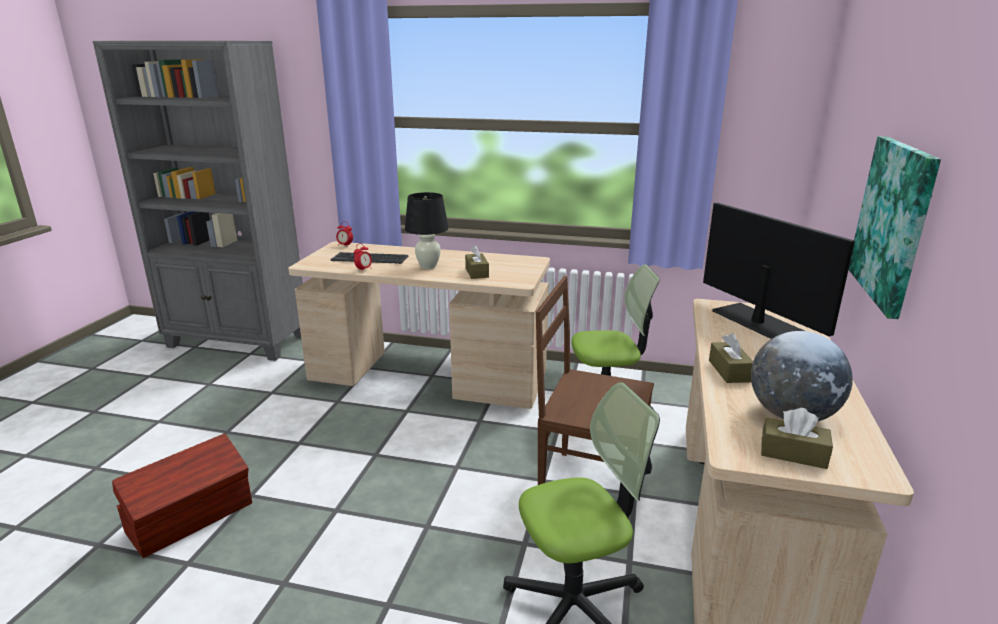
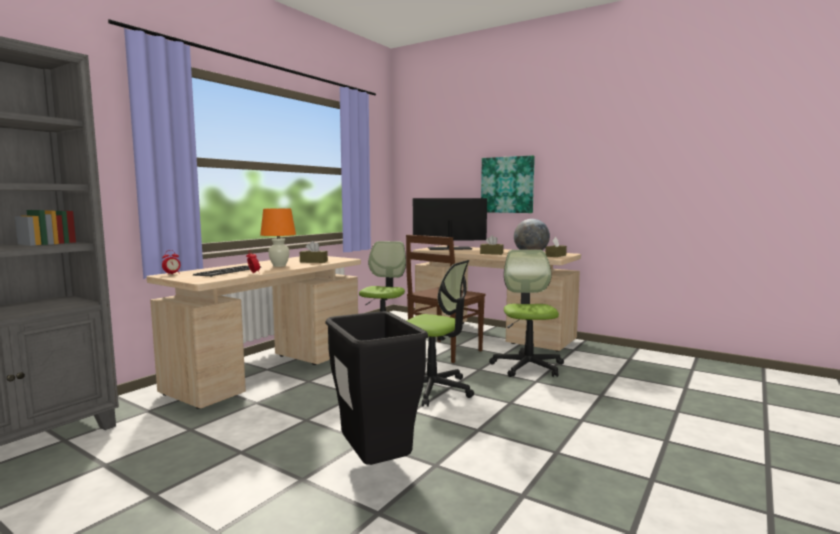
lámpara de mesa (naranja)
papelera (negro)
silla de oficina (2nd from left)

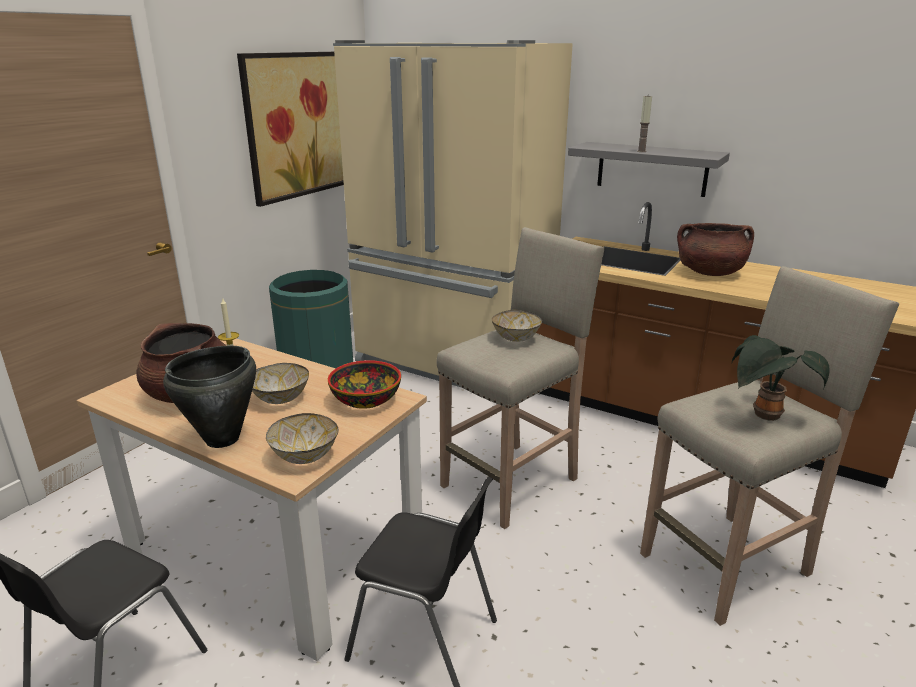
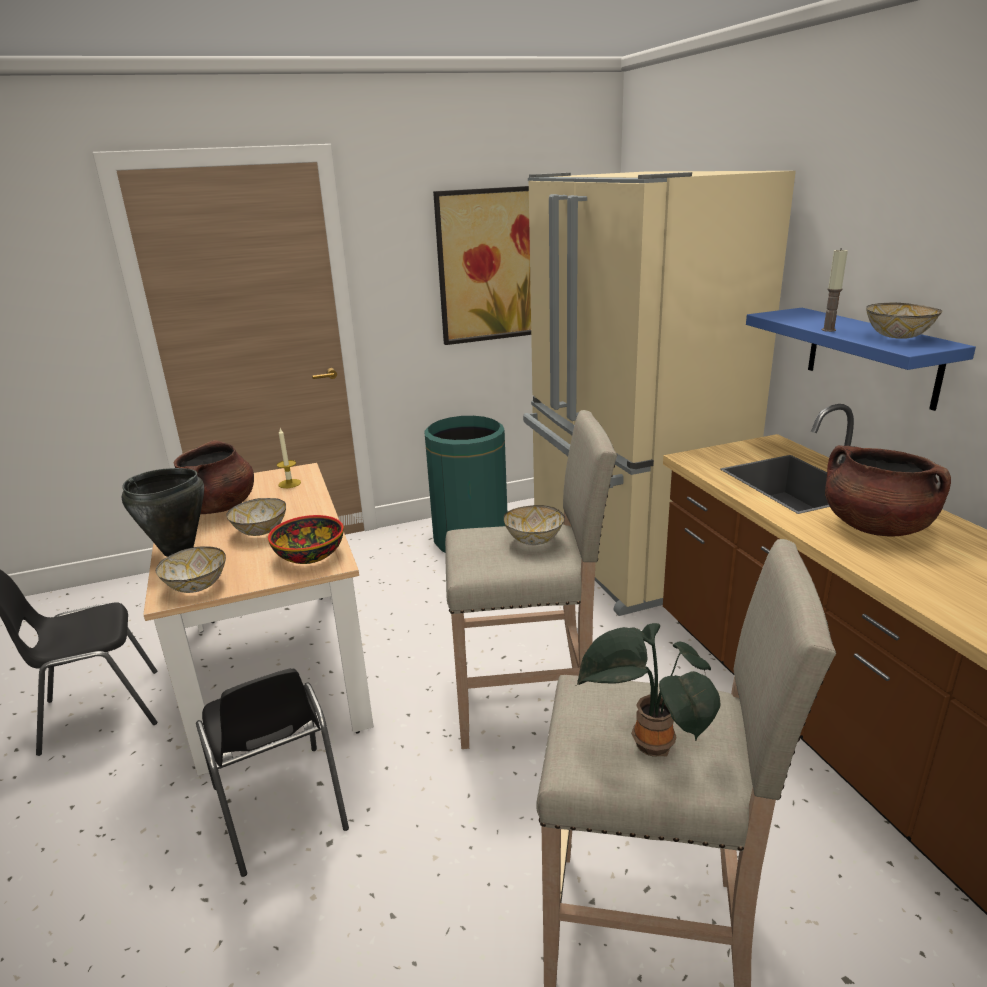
estante (azul)
cuenco (5th from left)

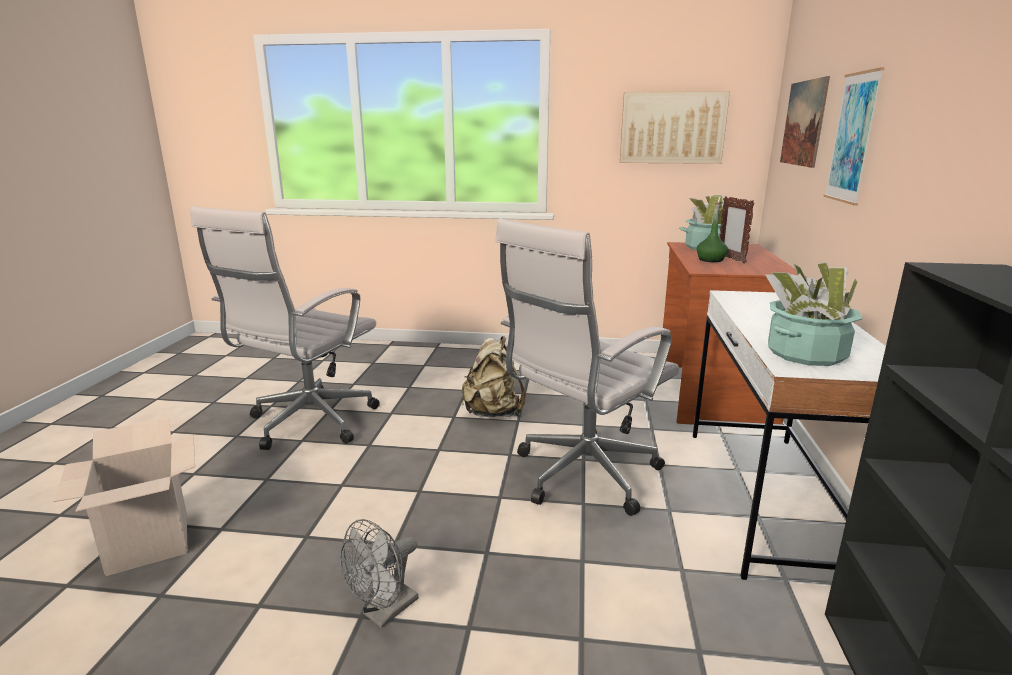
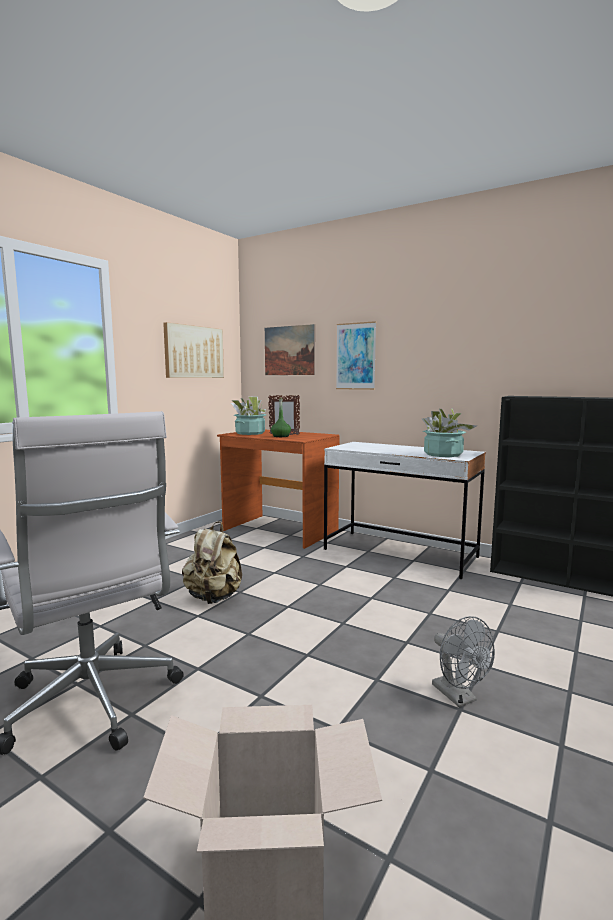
silla de oficina (blanco) (2nd from left in the first image)

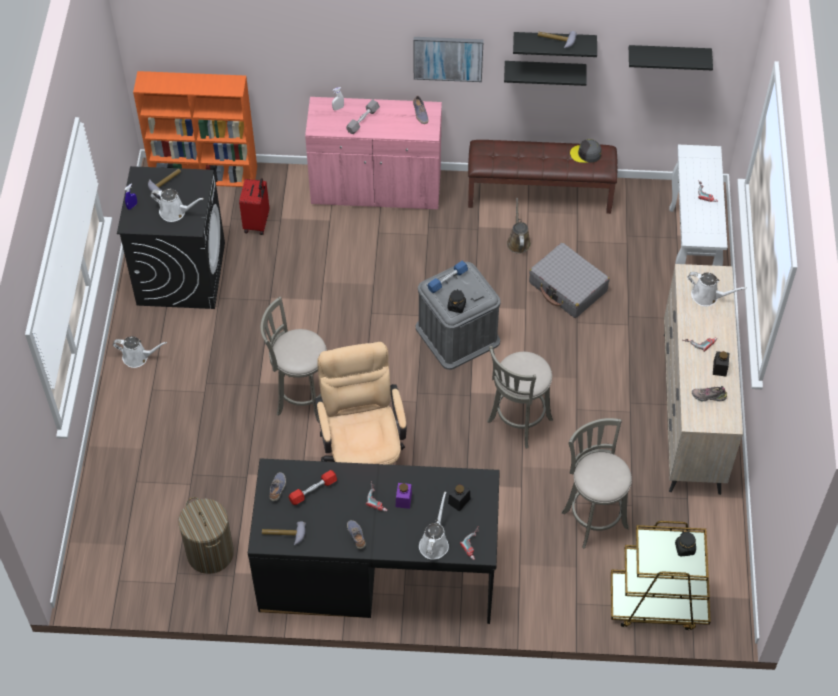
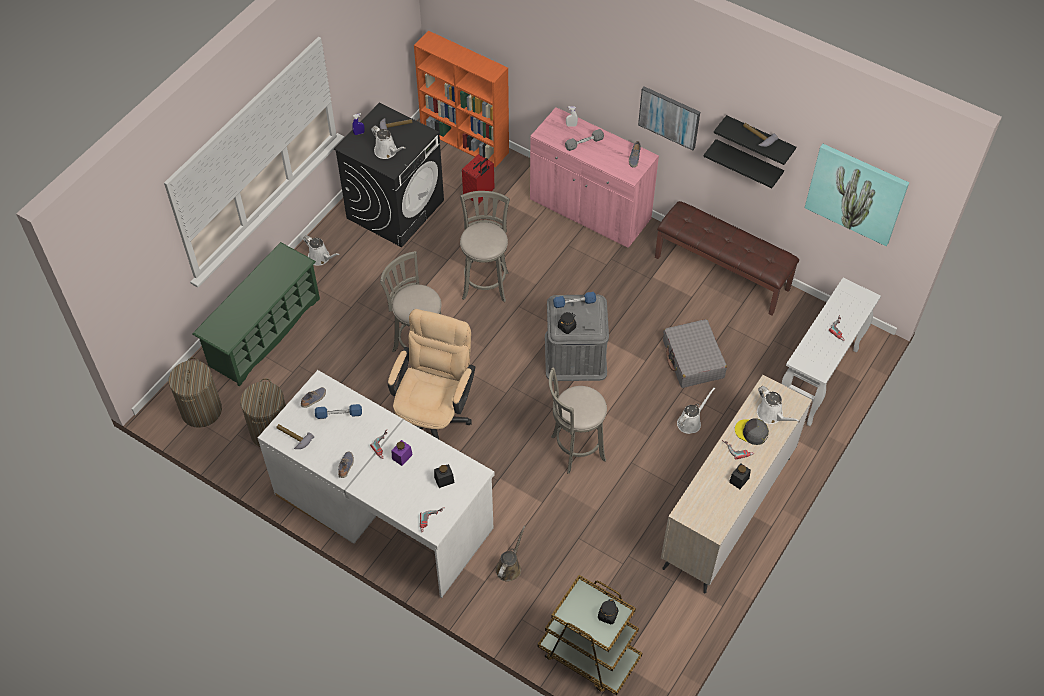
cuadro (2nd from left)
gorra (gris)
regadera (marrón)
zapato (4th from left in the first image)
taburete (gris) (2nd from left)
escritorio (blanco)
mancuerna (azul) (1st from left)
regadera (blanco) (3rd from left)
zapatero (verde)
cesto de la ropa (1st from left)

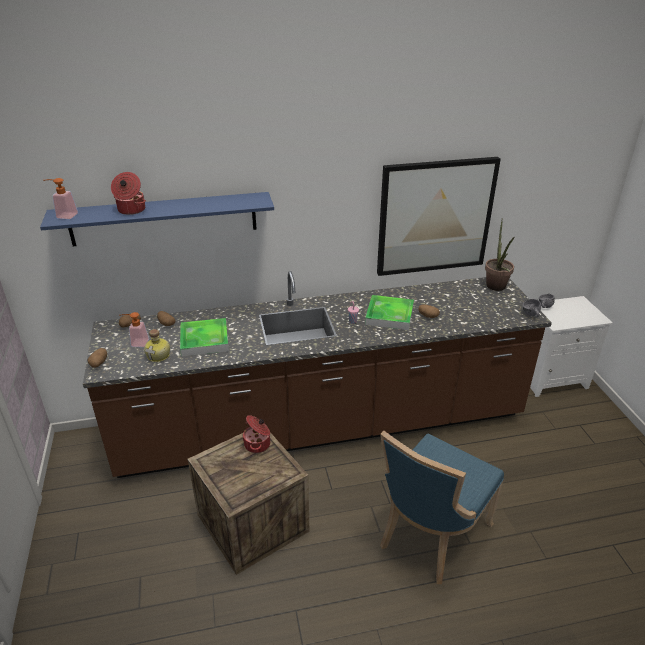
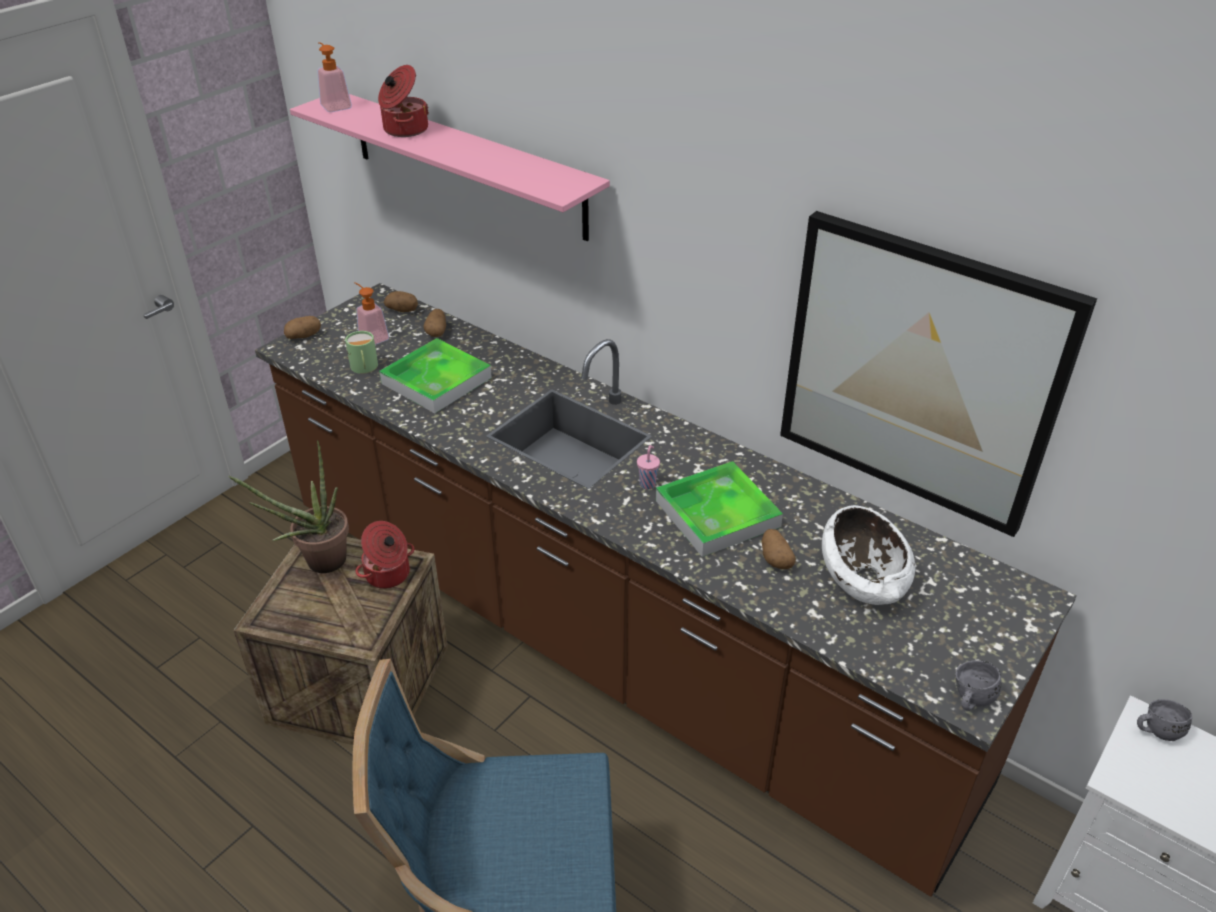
estante (rosa)
planta en maceta
taza grande (verde)
cuenco (blanco)

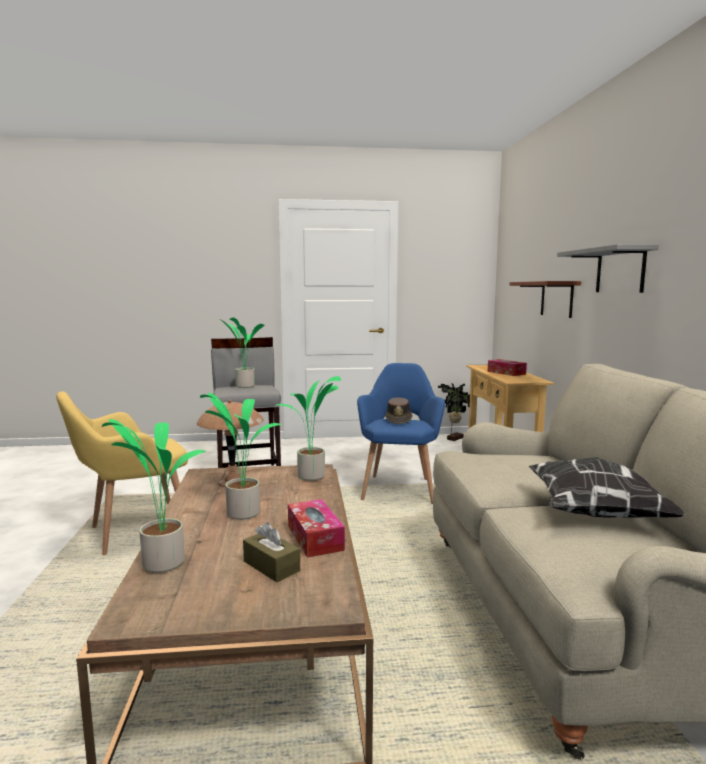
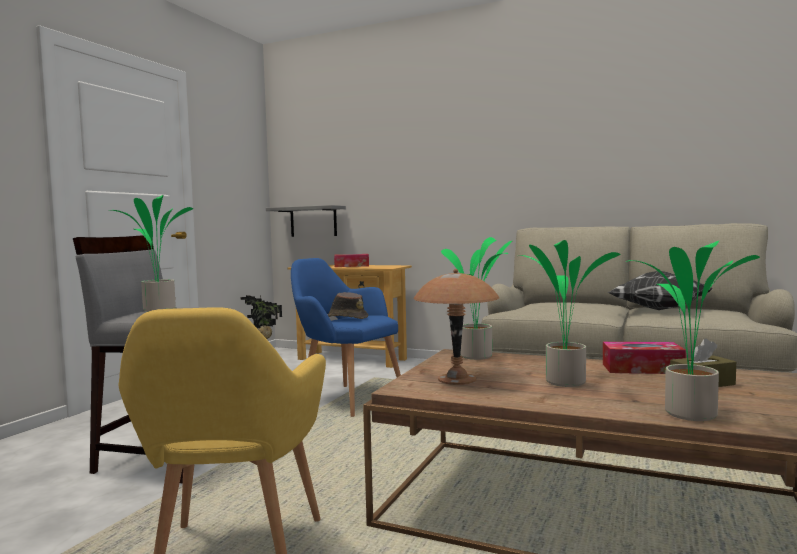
estante (gris)
estante (marrón)

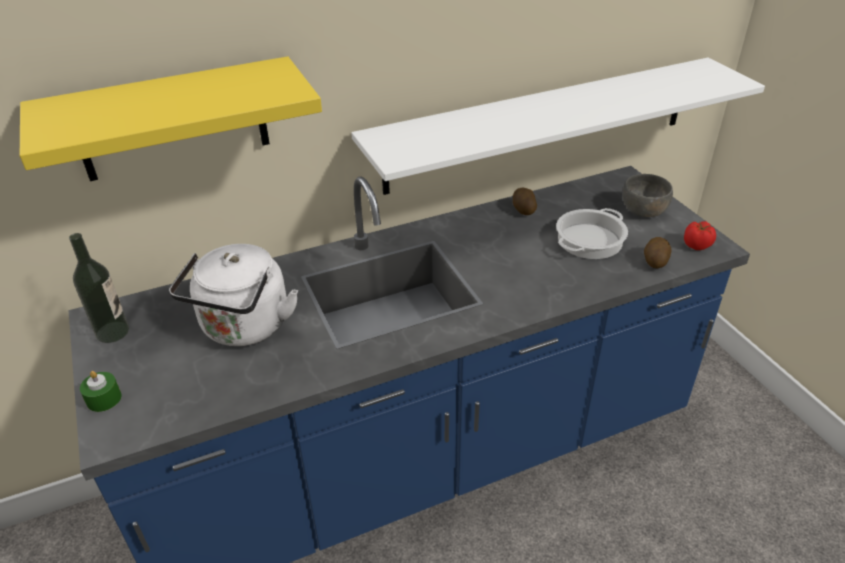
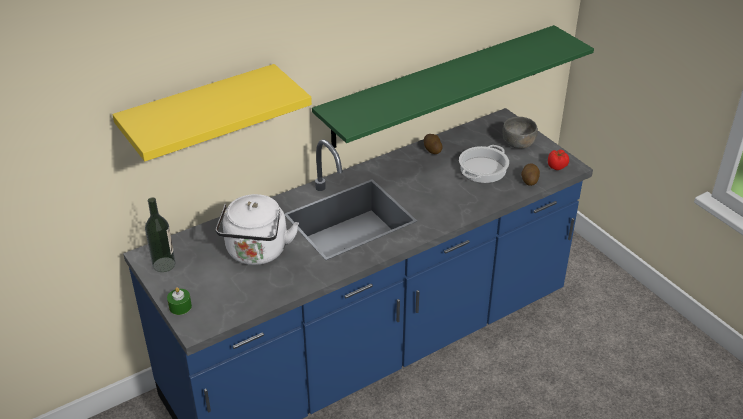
estante (verde)

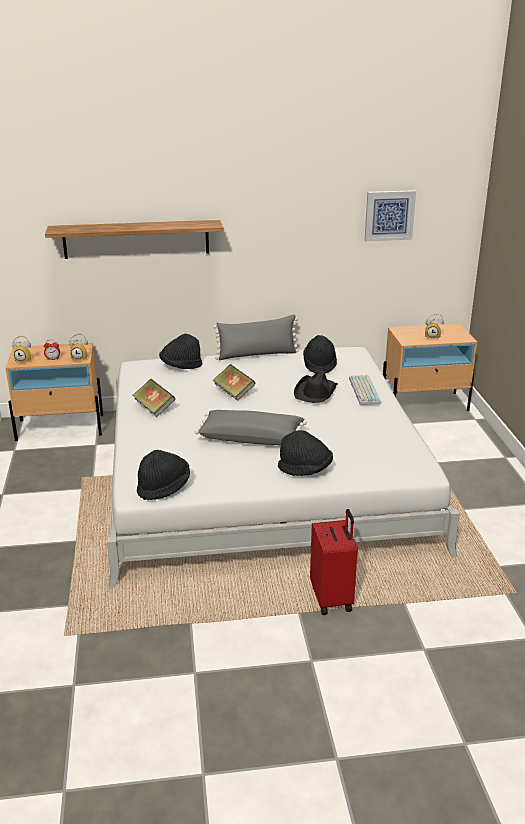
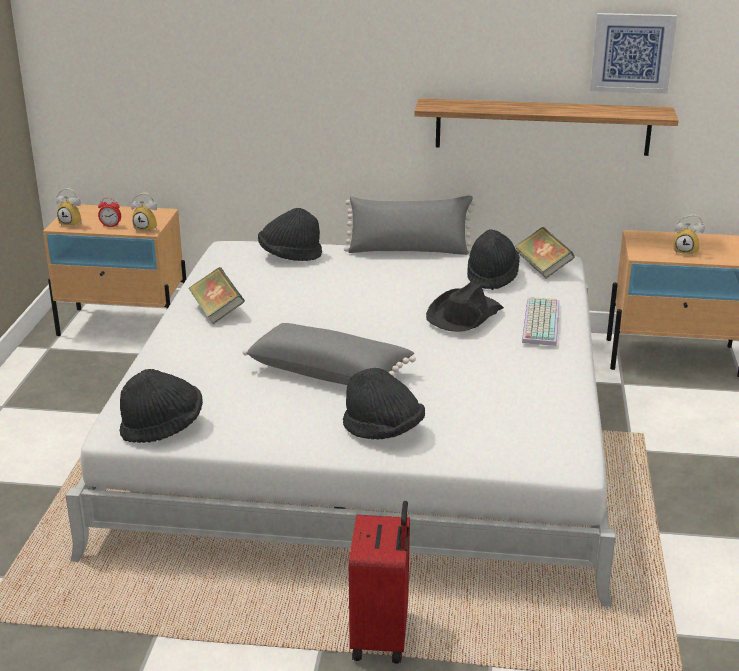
estante
libro (2nd from left)

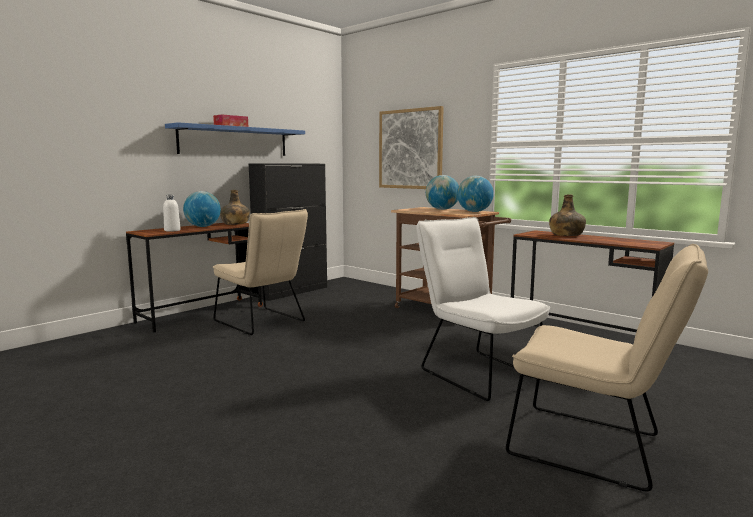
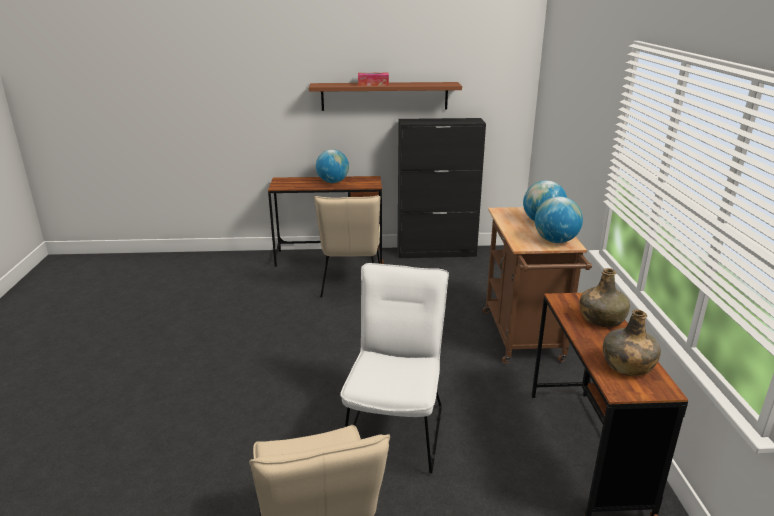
cuadro
estante (marrón)
botella (verde) (2nd from left)
botella (blanco)

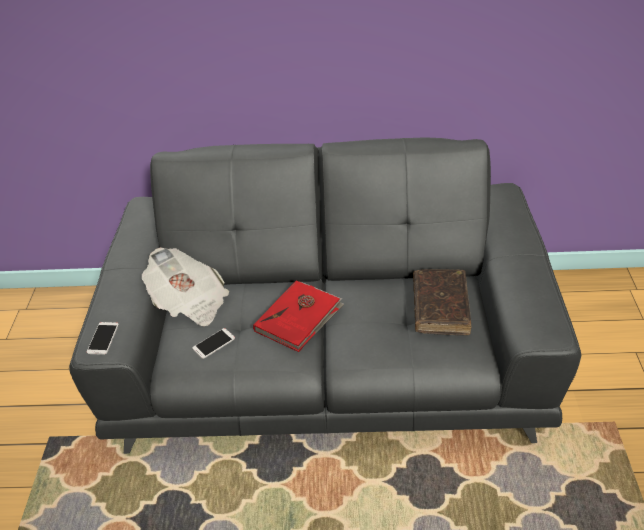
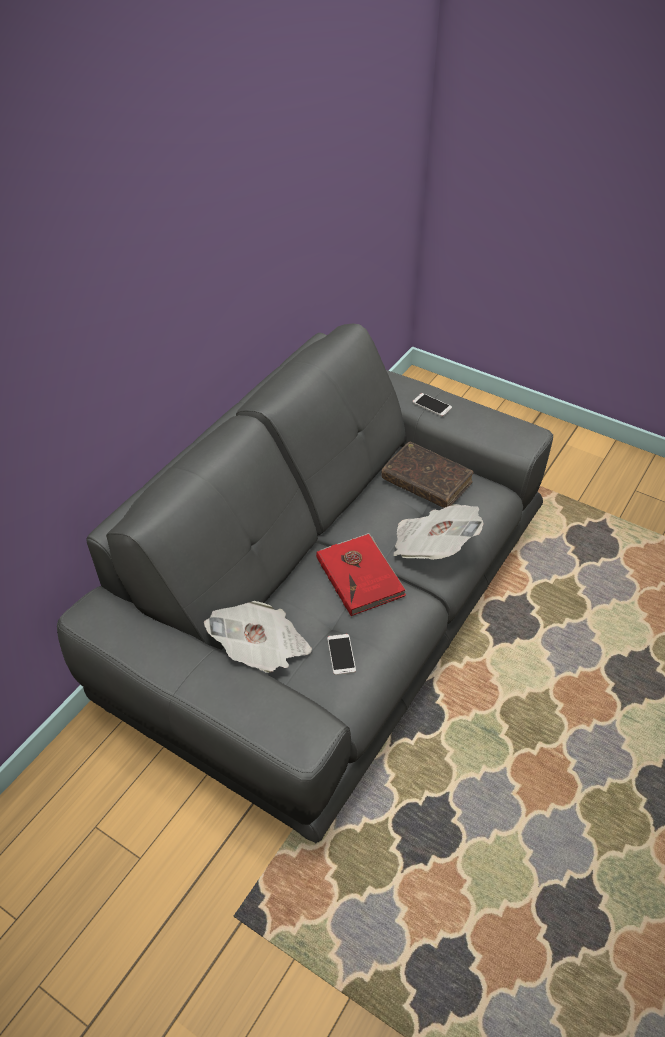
móvil (2nd from left)
periódico (2nd from left)

